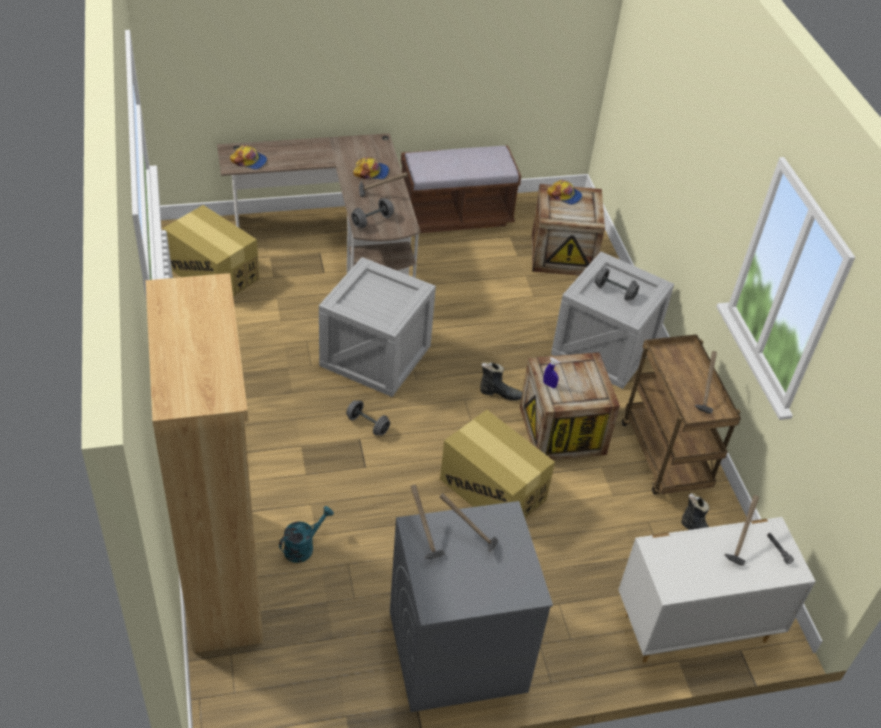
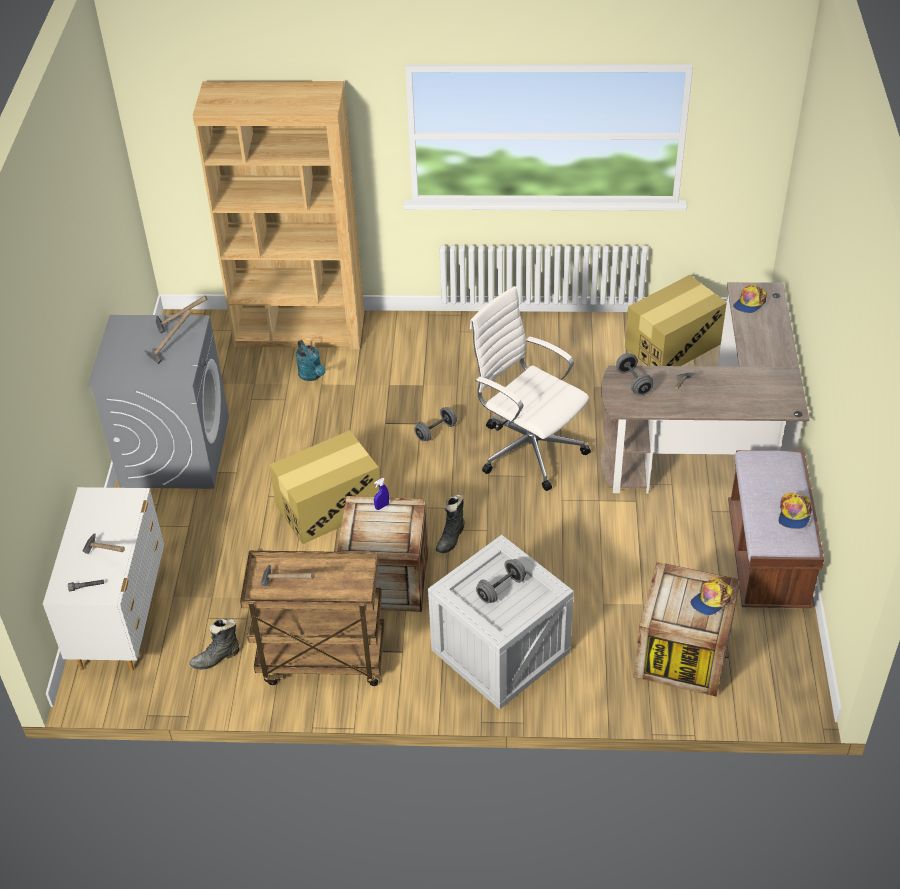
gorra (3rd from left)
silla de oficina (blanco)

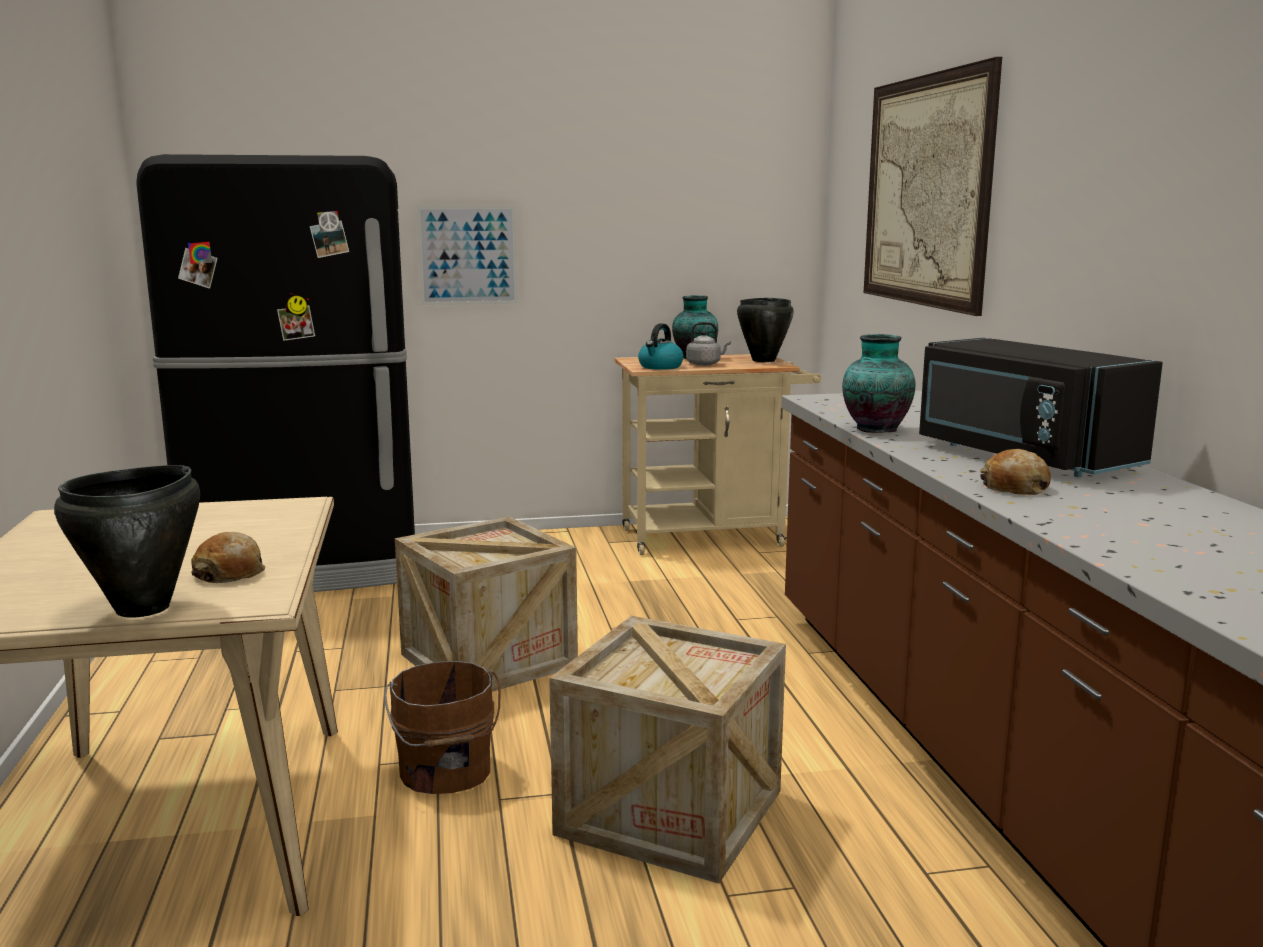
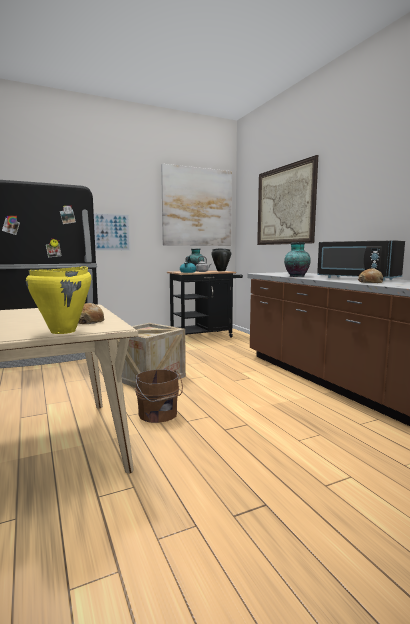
carrito (negro)
olla (amarillo)
caja de embalaje (2nd from left in the first image)
cuadro (2nd from left)

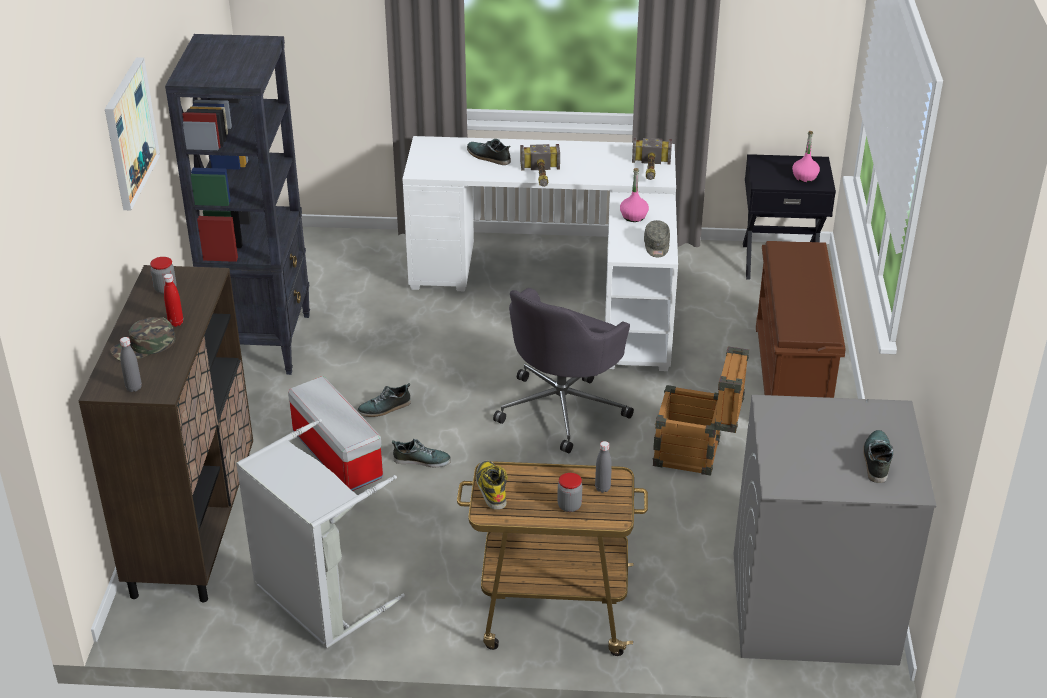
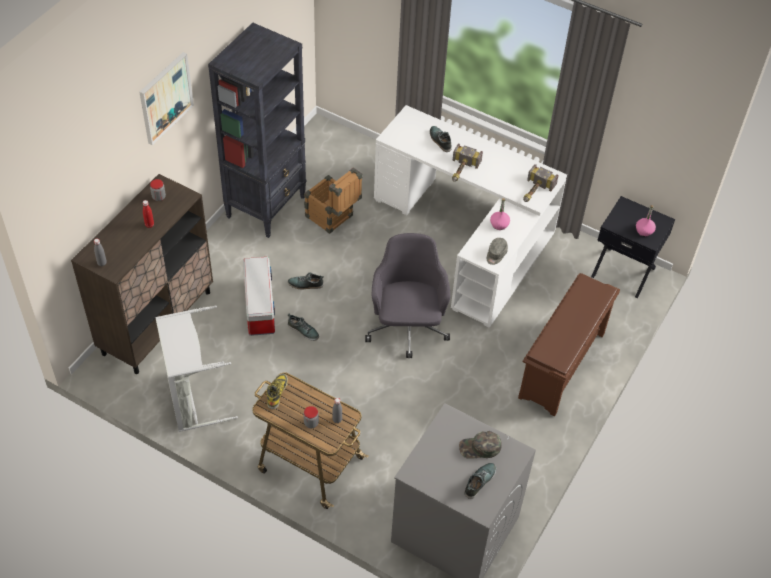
silla de oficina (gris)
gorra (verde)
caja de embalaje

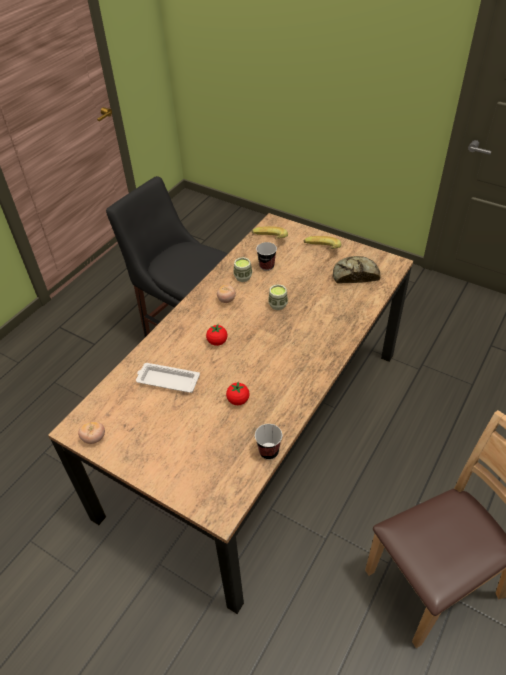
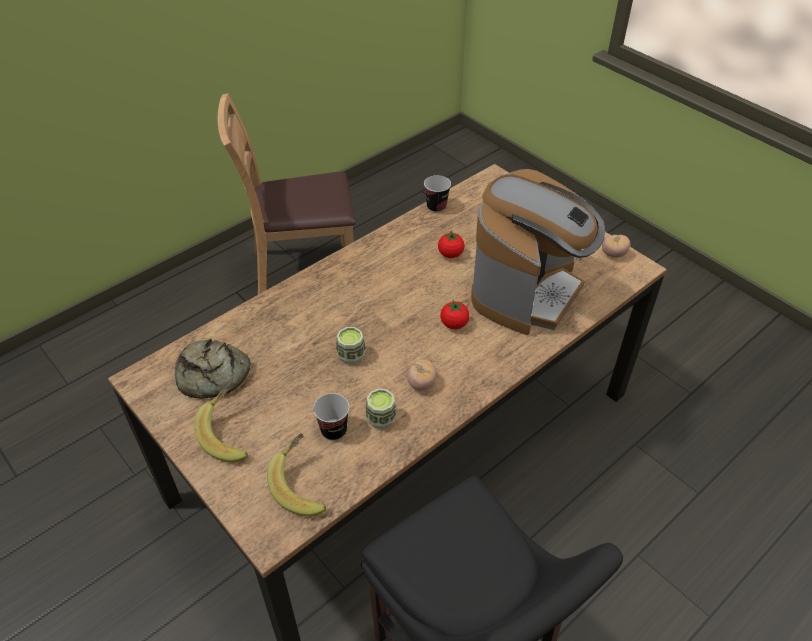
cafetera

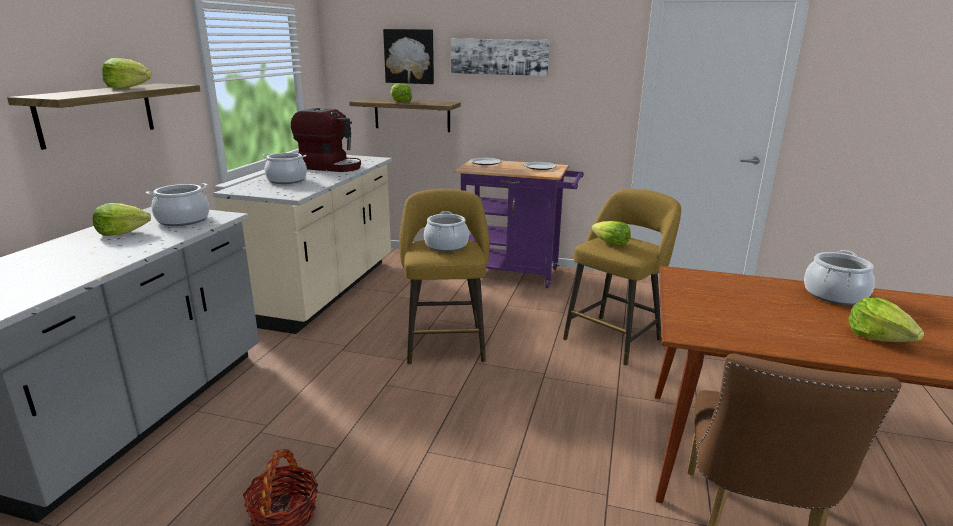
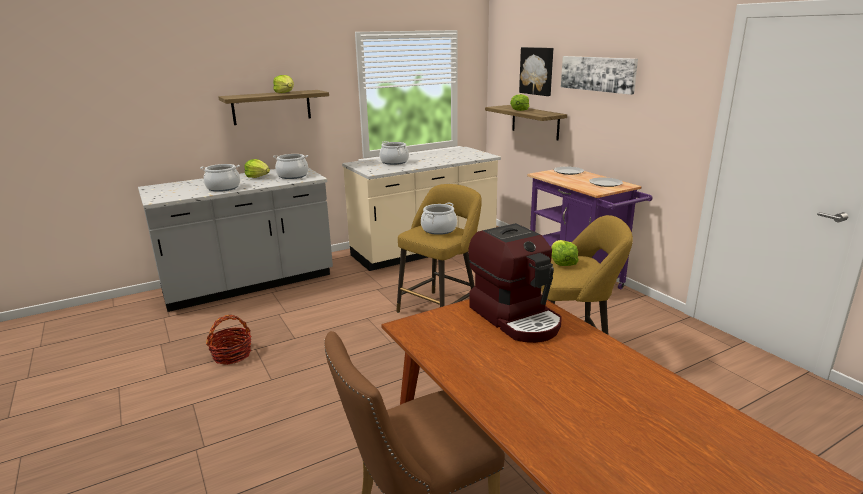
cafetera
olla (1st from left)
lechuga (5th from left in the first image)

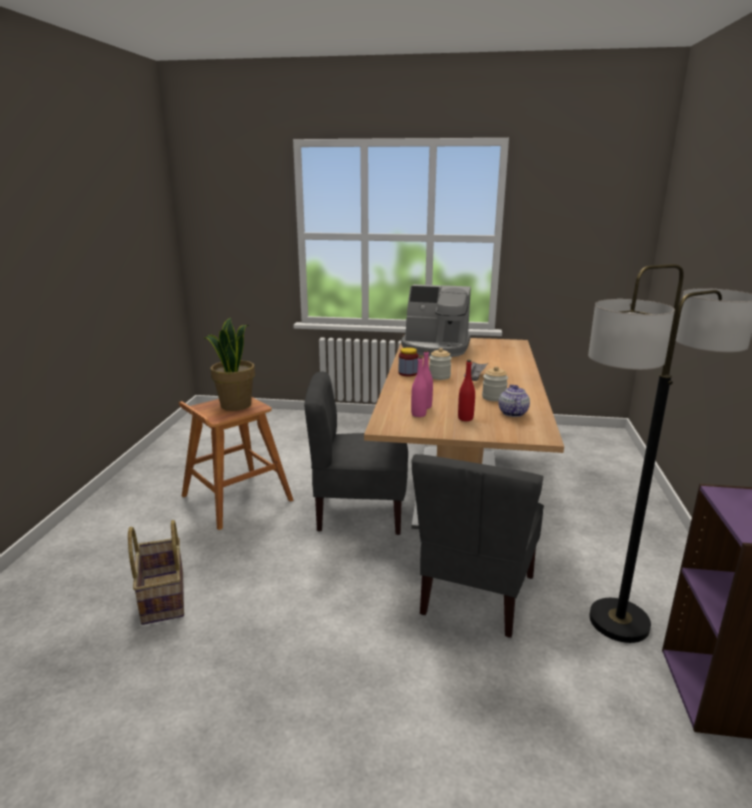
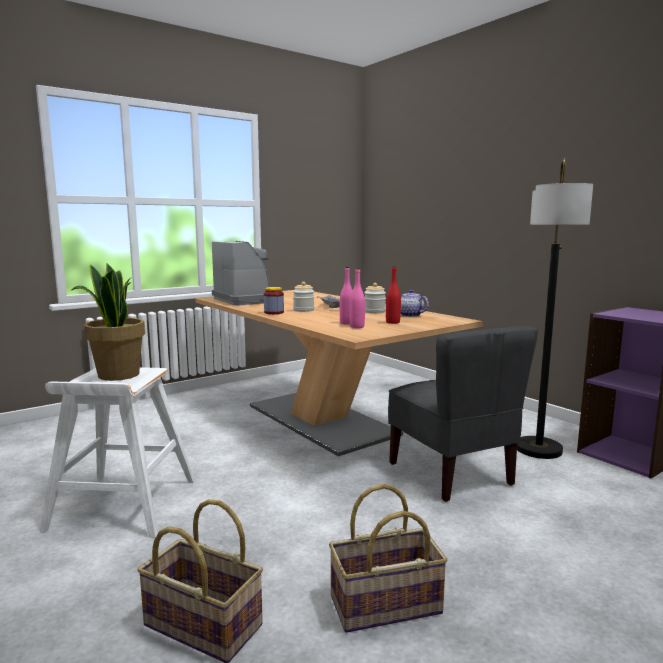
cafetera
silla (gris) (1st from left in the first image)
taburete (blanco)
cesta (2nd from left)

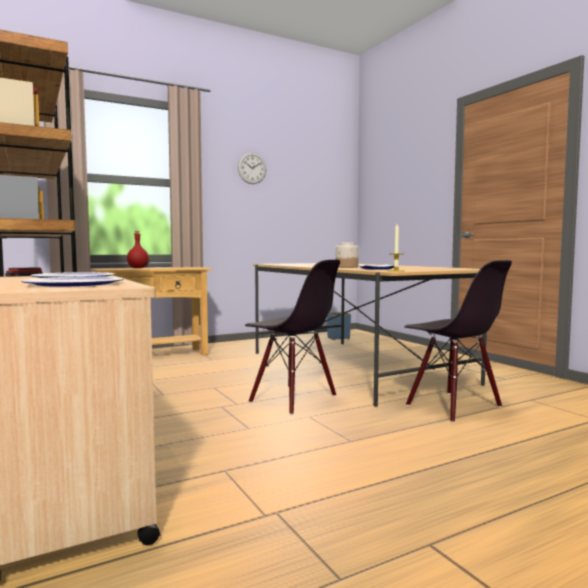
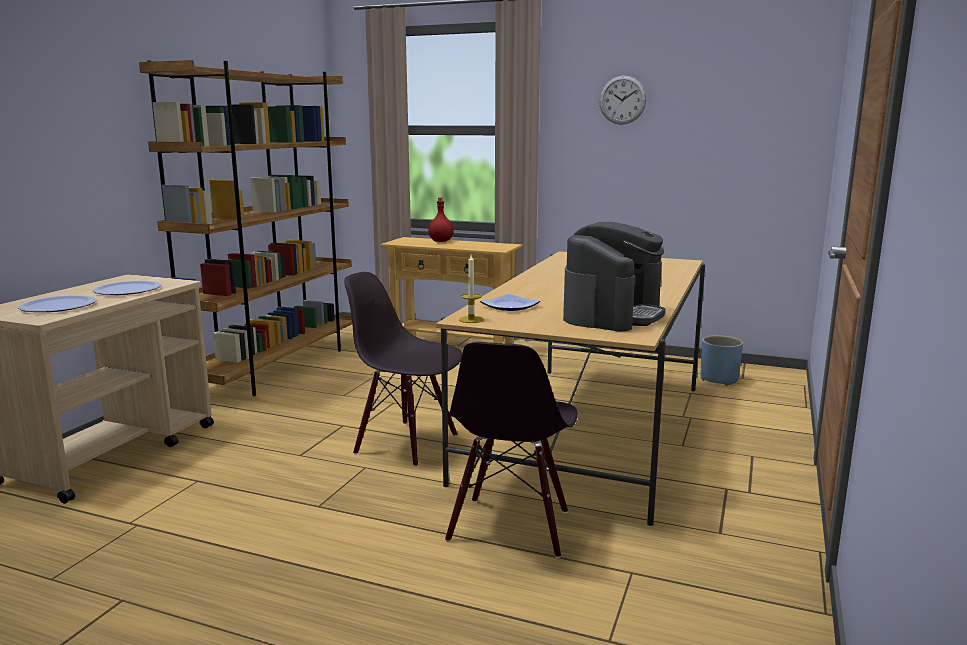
tarro
silla (negro) (1st from left)
cafetera

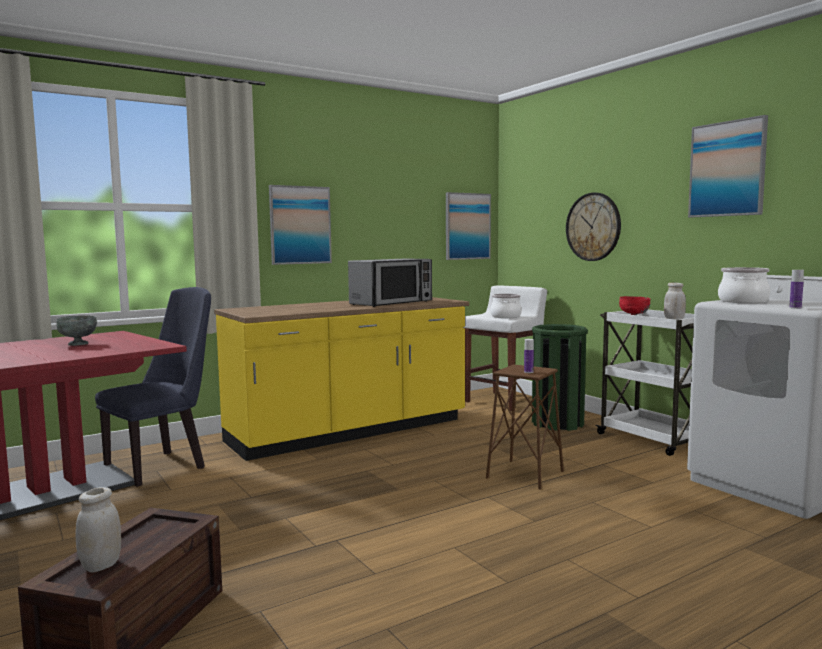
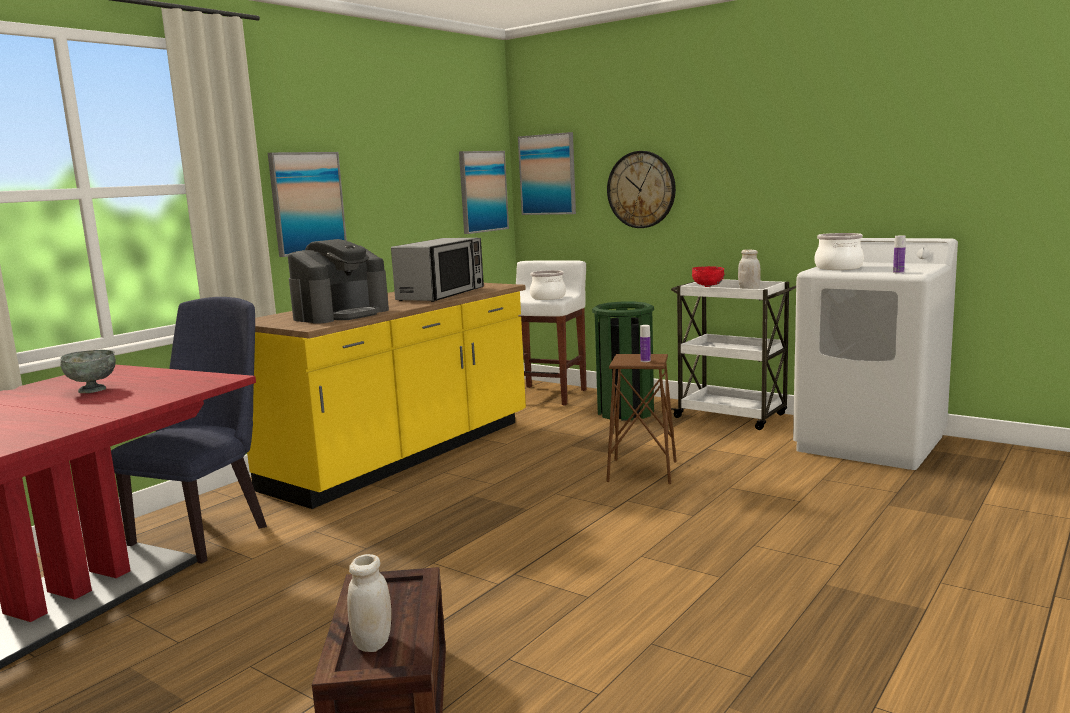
cuadro (3rd from left)
cafetera

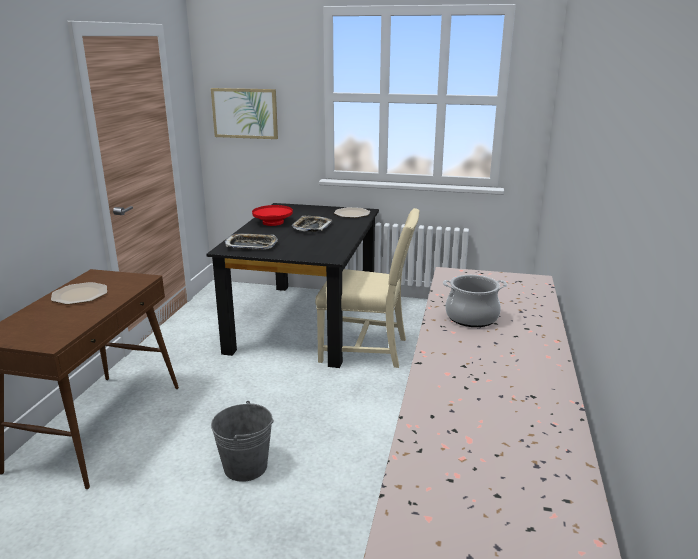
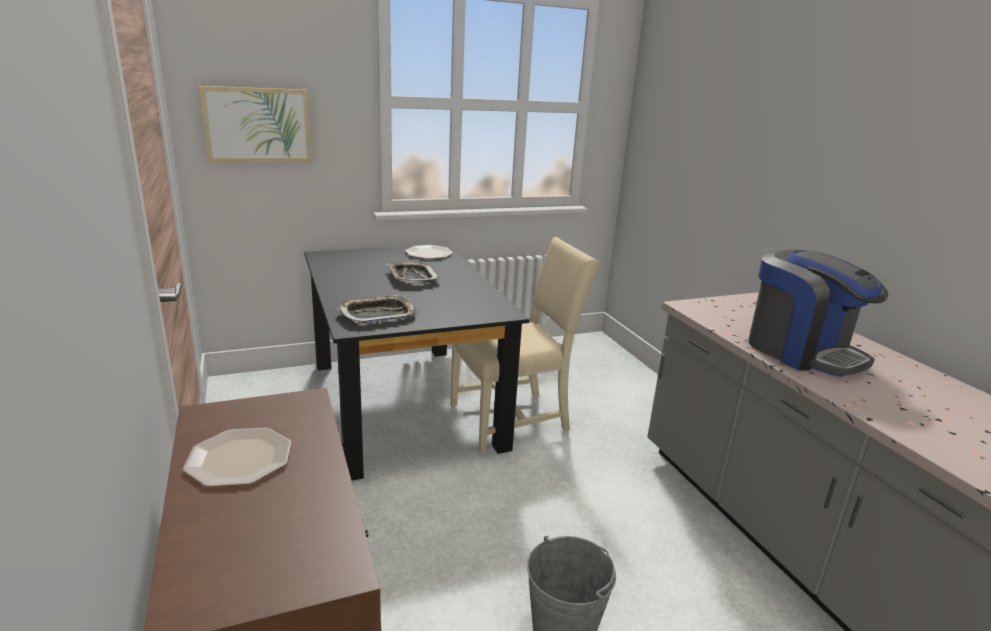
cuenco (rojo)
cafetera

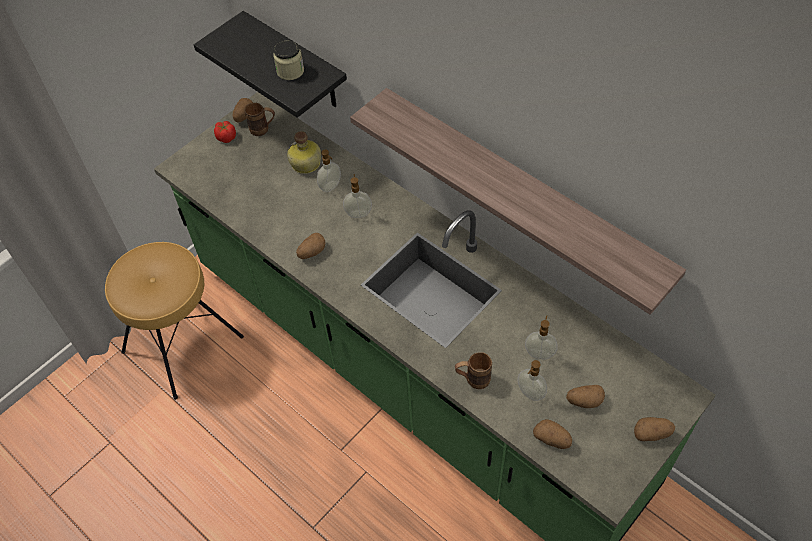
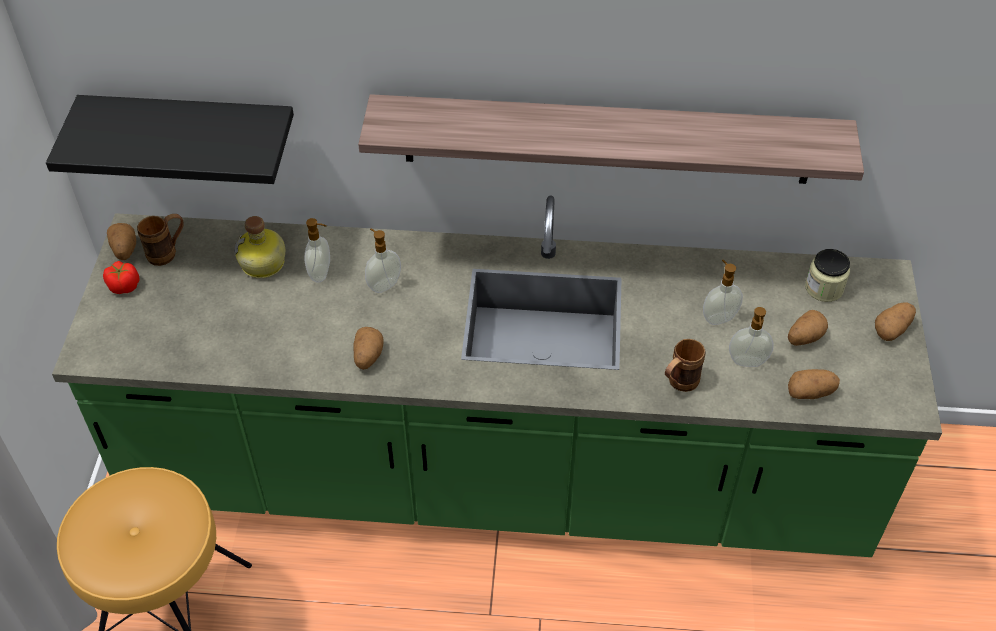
tarro

